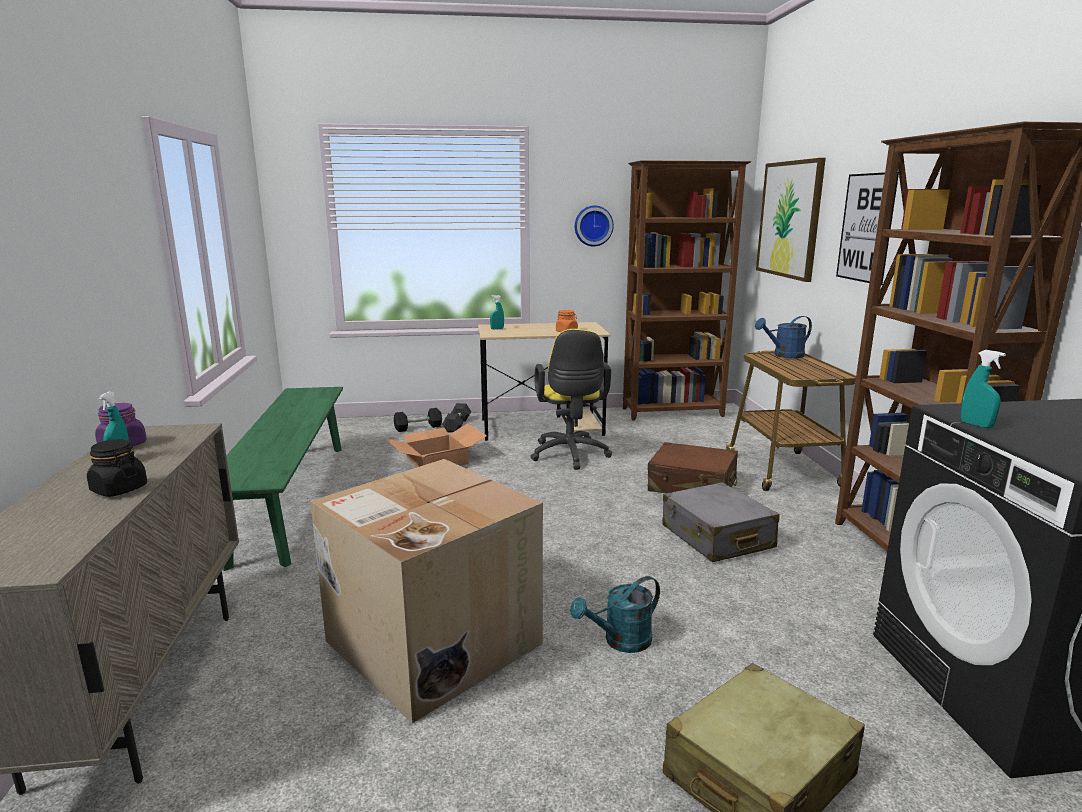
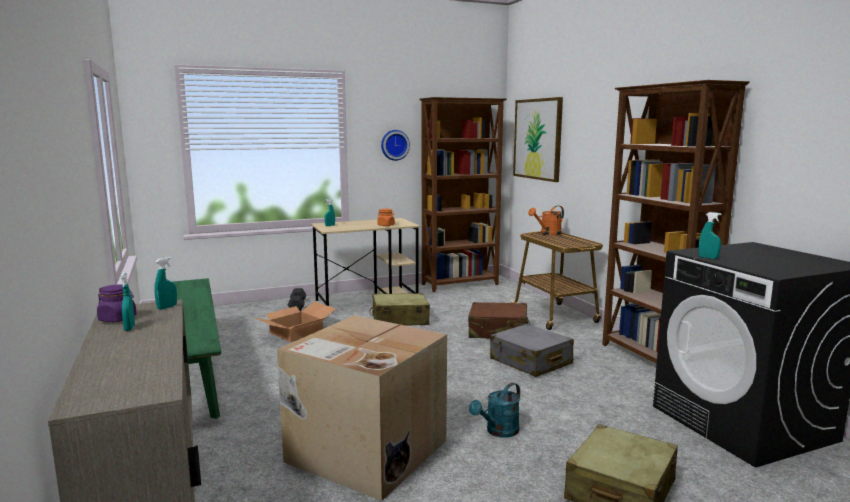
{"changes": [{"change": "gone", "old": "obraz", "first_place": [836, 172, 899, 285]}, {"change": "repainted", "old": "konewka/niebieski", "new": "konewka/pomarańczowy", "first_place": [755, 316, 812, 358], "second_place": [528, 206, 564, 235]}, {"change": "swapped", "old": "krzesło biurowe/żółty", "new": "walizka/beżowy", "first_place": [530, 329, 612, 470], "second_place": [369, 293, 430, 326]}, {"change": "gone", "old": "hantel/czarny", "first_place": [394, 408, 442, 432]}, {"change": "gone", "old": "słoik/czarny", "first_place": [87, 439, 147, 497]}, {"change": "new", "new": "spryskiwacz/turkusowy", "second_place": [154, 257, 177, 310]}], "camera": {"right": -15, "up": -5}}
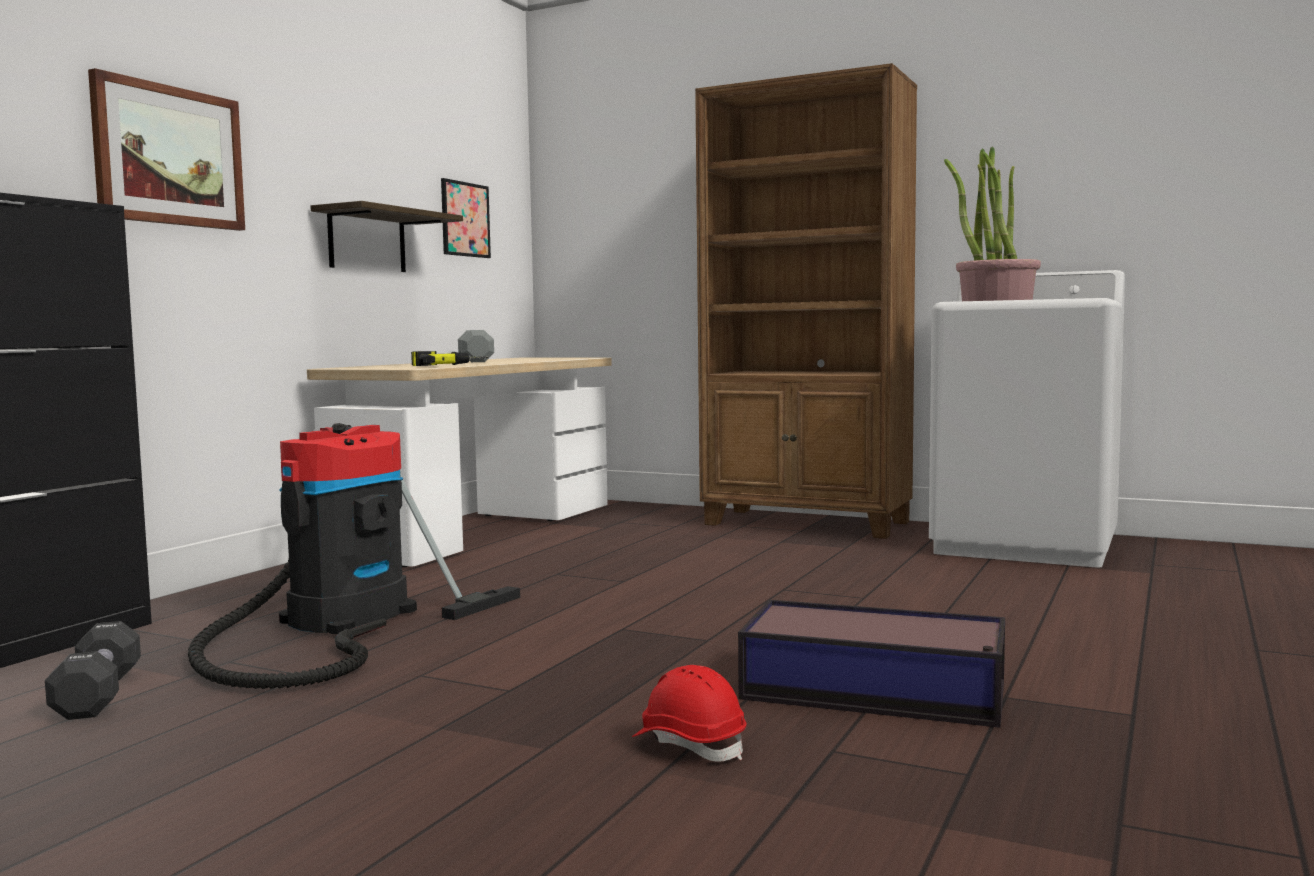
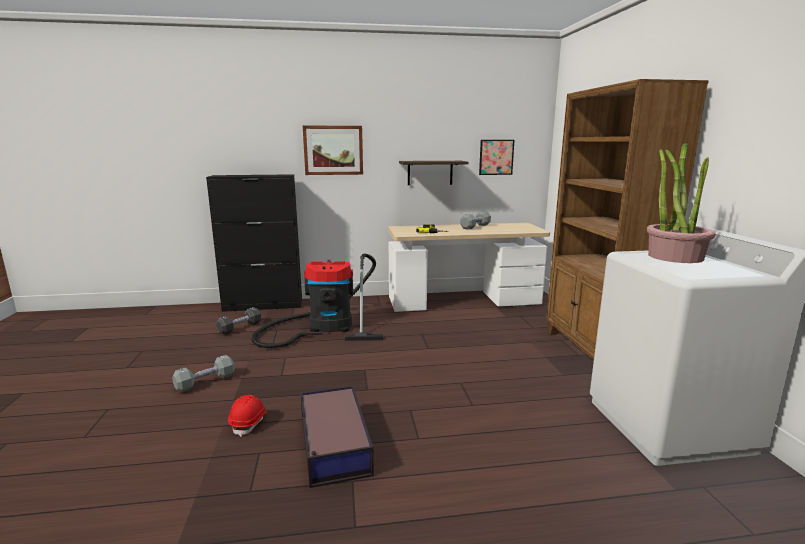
{"changes": [{"change": "new", "new": "hantel/szary", "second_place": [172, 355, 235, 393]}], "camera": {"right": 55, "up": 10}}
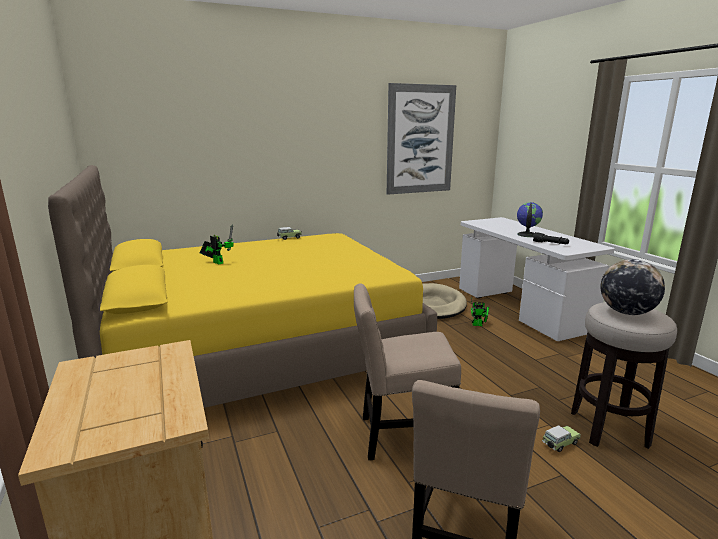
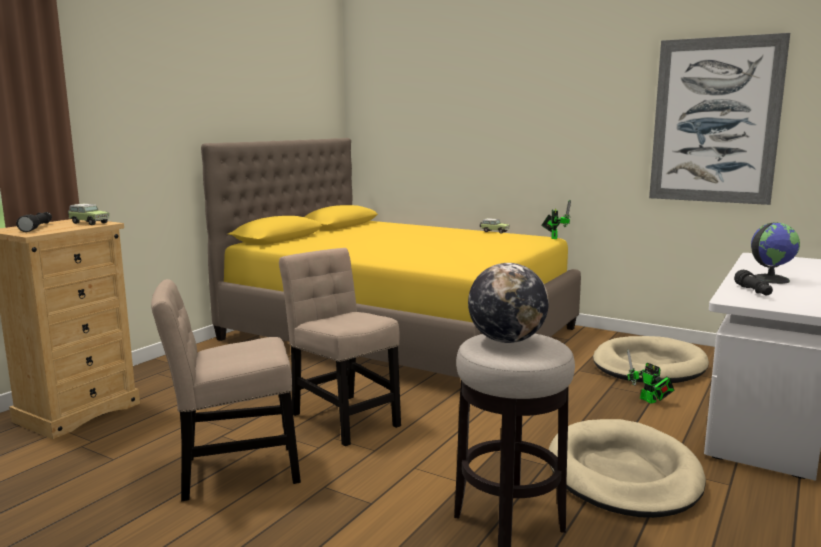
{"changes": [{"change": "shifted", "old": "robot zabawkowy", "first_place": [200, 225, 234, 265], "second_place": [541, 200, 571, 239]}, {"change": "shifted", "old": "samochodzik", "first_place": [542, 425, 581, 452], "second_place": [68, 204, 110, 225]}, {"change": "new", "new": "latarka/czarny", "second_place": [16, 212, 52, 232]}, {"change": "new", "new": "legowisko/beżowy", "second_place": [549, 419, 706, 518]}], "camera": {"right": 55, "up": -5}}
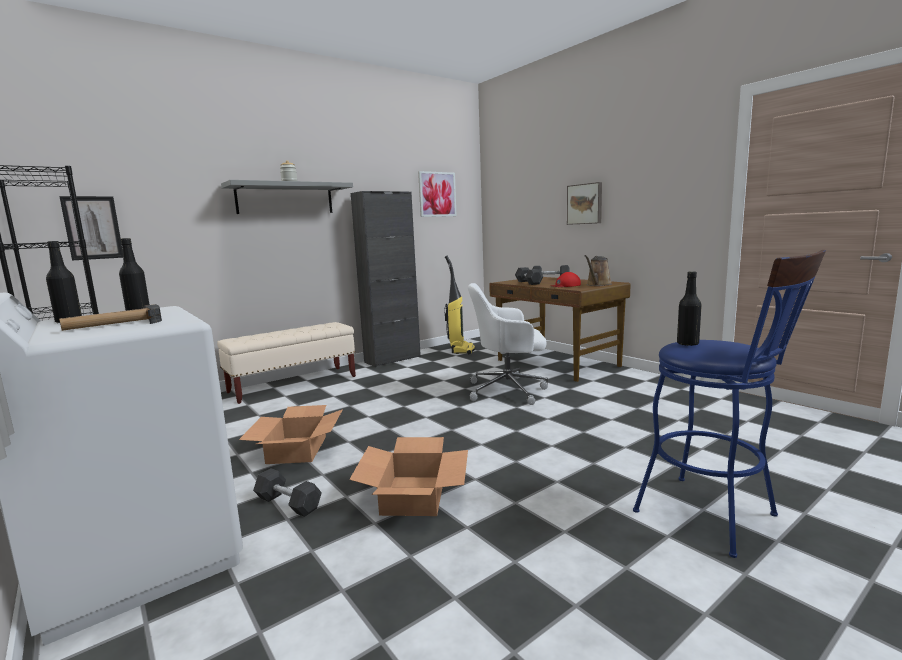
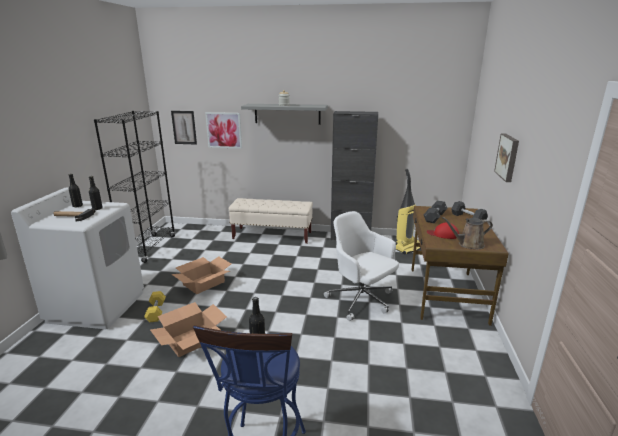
{"changes": [{"change": "shifted", "old": "obraz", "first_place": [418, 171, 457, 217], "second_place": [205, 112, 242, 149]}, {"change": "repainted", "old": "hantel/szary", "new": "hantel/żółty", "first_place": [253, 468, 322, 517], "second_place": [144, 291, 166, 322]}], "camera": {"right": 45, "up": 10}}
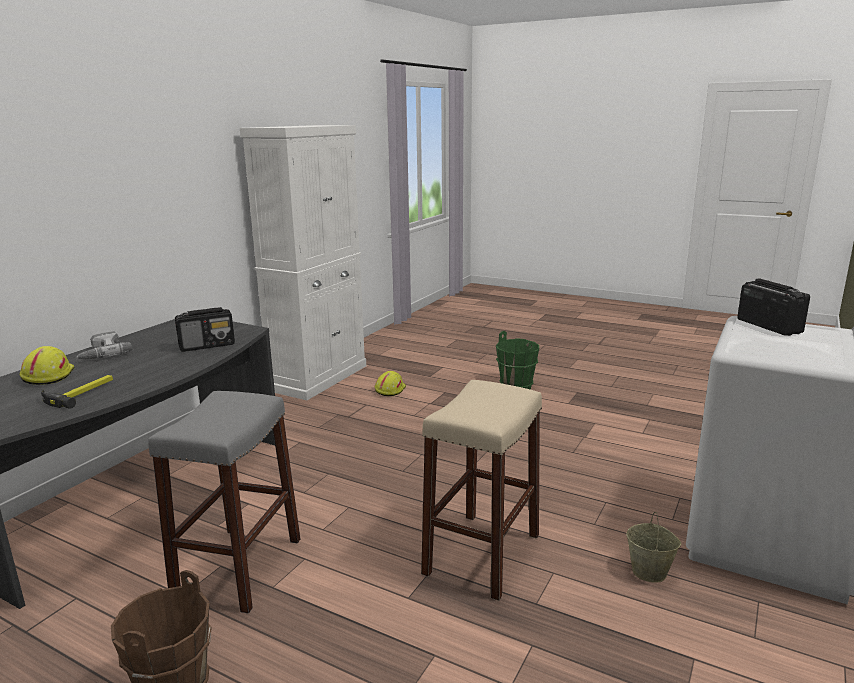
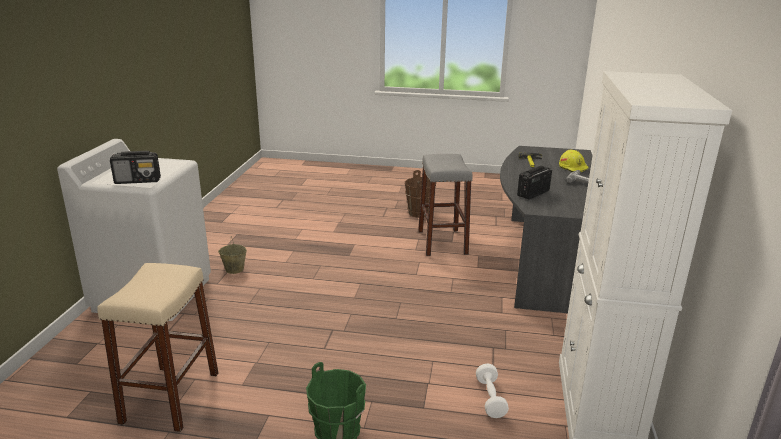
{"changes": [{"change": "rotated", "old": "radio", "first_place": [737, 278, 810, 336], "second_place": [110, 151, 161, 184], "degrees": -60}, {"change": "swapped", "old": "kask/żółty", "new": "hantel/biały", "first_place": [375, 371, 406, 396], "second_place": [476, 363, 509, 418]}, {"change": "shifted", "old": "stołek/beżowy", "first_place": [421, 380, 542, 601], "second_place": [97, 263, 218, 432]}], "camera": {"right": 160, "up": 5}}
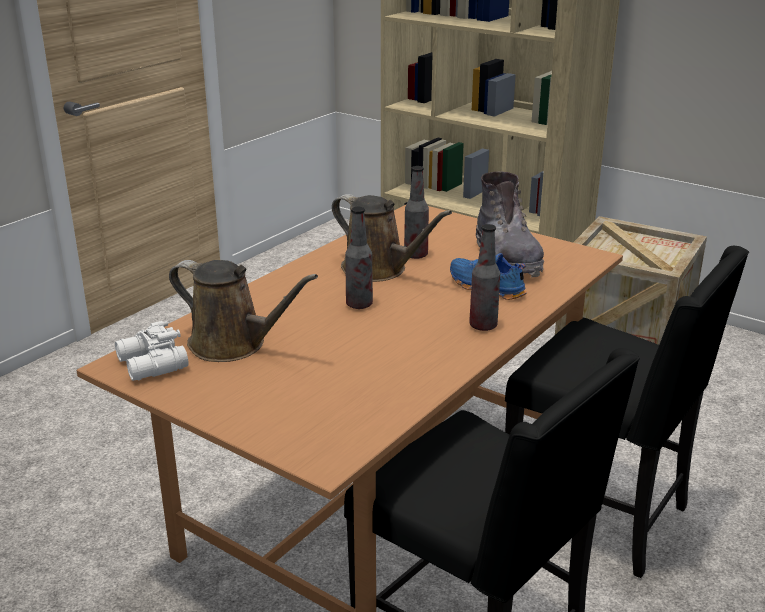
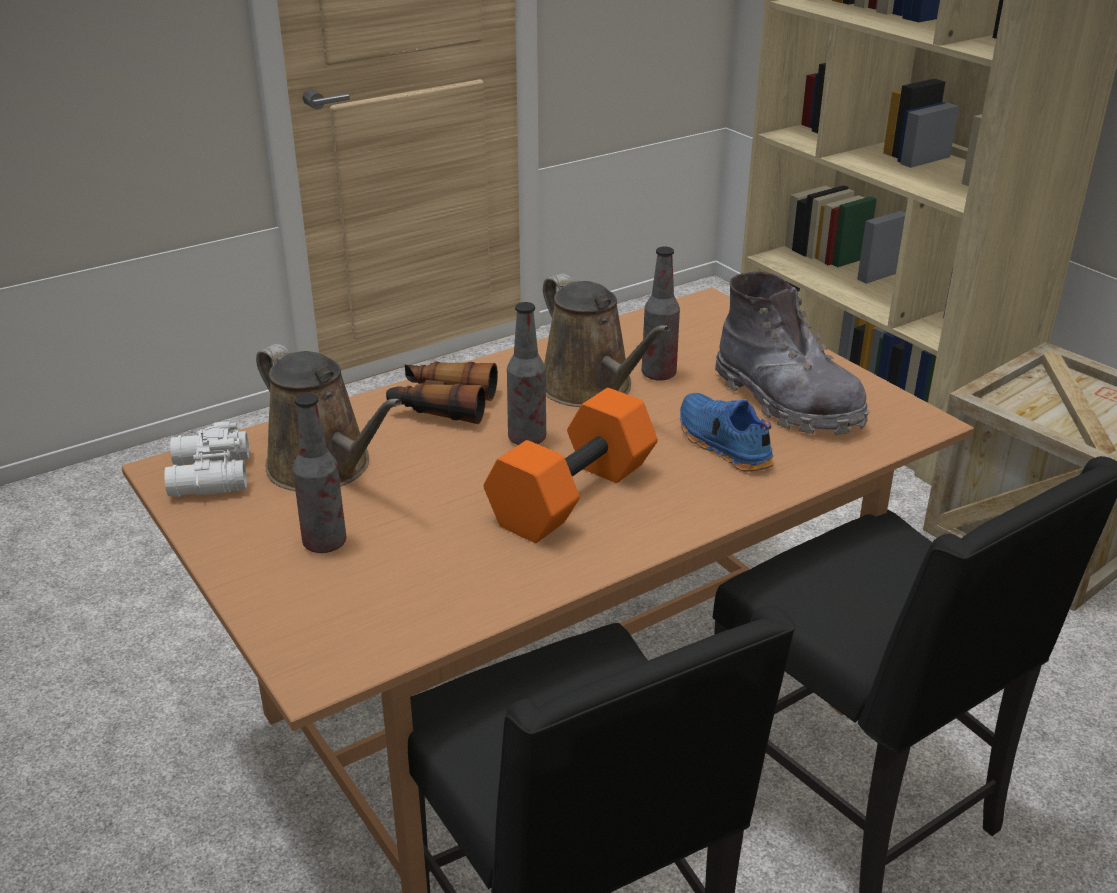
{"changes": [{"change": "rotated", "old": "but z cholewką/szary", "first_place": [476, 171, 544, 278], "second_place": [715, 271, 869, 435], "degrees": -45}, {"change": "shifted", "old": "butelka", "first_place": [469, 224, 500, 331], "second_place": [293, 393, 346, 553]}, {"change": "new", "new": "lornetka", "second_place": [386, 361, 498, 424]}, {"change": "new", "new": "hantel/pomarańczowy", "second_place": [483, 388, 658, 543]}], "camera": {"right": 20, "up": 5}}
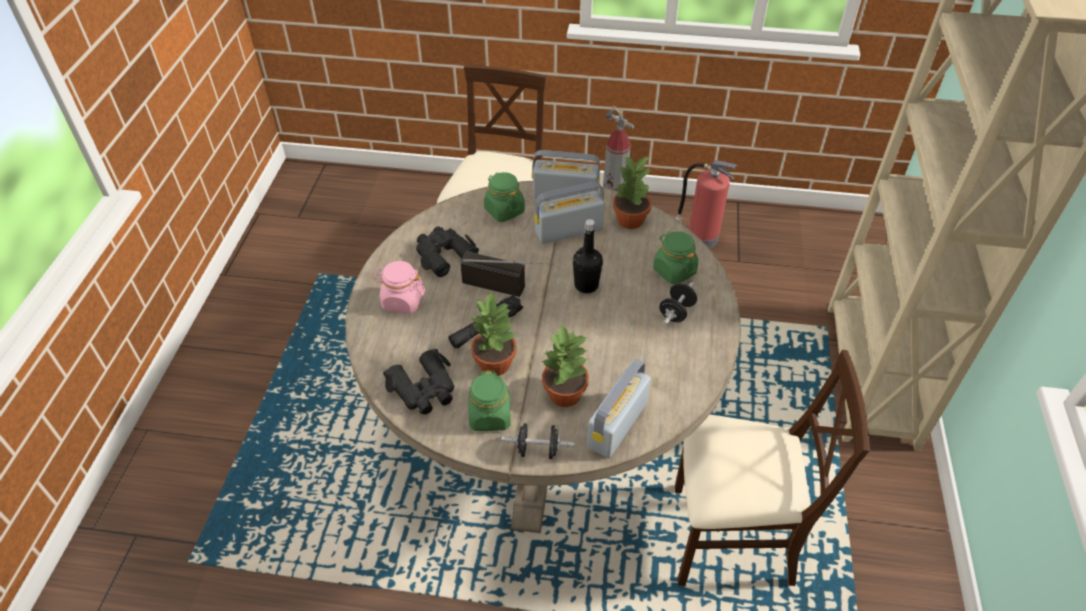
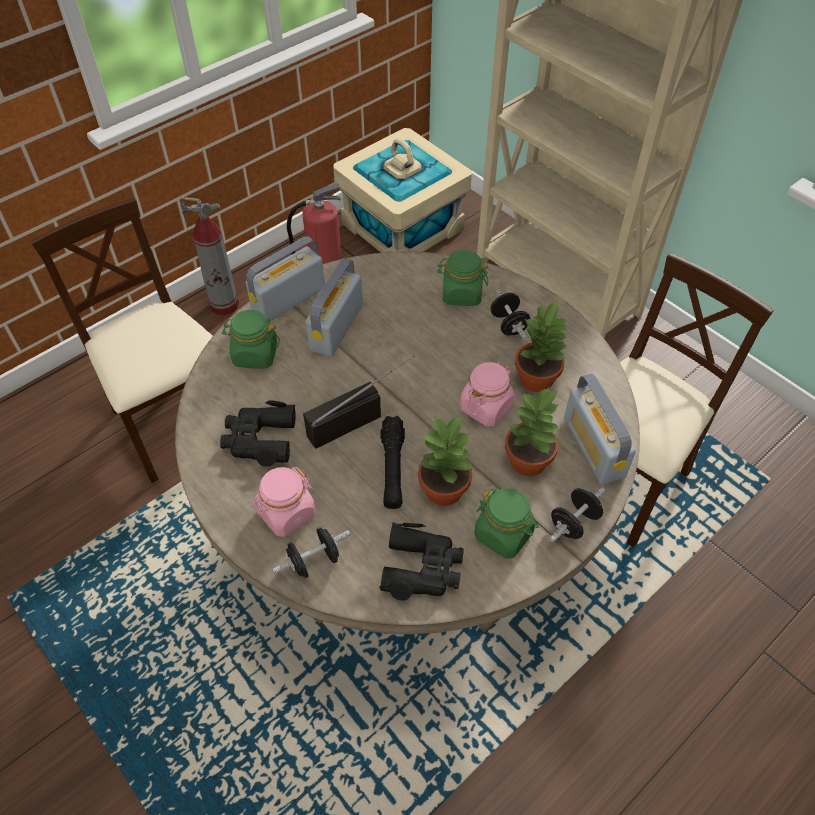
{"changes": [{"change": "shifted", "old": "roślina doniczkowa", "first_place": [613, 156, 652, 229], "second_place": [515, 301, 569, 392]}, {"change": "gone", "old": "butelka/czarny", "first_place": [573, 219, 603, 293]}, {"change": "new", "new": "pojemnik do przechowywania/beżowy", "second_place": [333, 128, 472, 253]}, {"change": "new", "new": "słoik/różowy", "second_place": [460, 362, 515, 427]}, {"change": "new", "new": "hantel/czarny", "second_place": [272, 527, 351, 578]}], "camera": {"right": -50, "up": 5}}
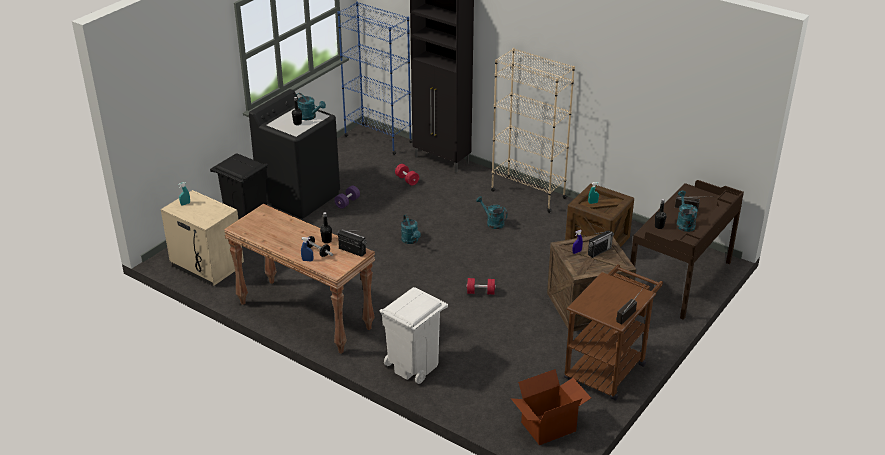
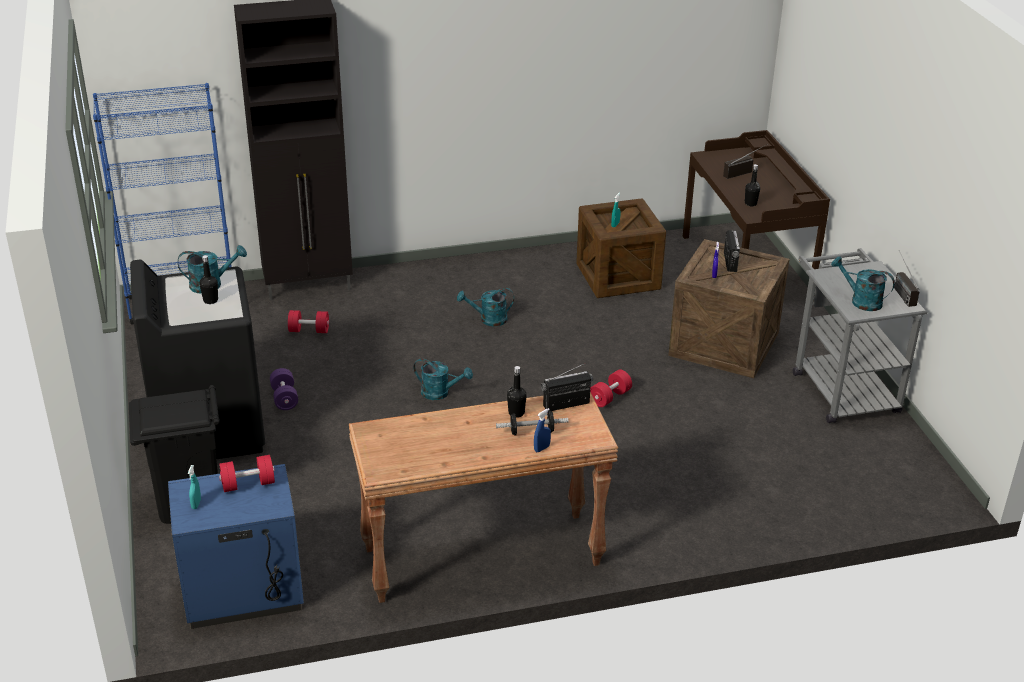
{"changes": [{"change": "gone", "old": "regał/beżowy", "first_place": [491, 48, 575, 213]}, {"change": "repainted", "old": "szafka nocna/beżowy", "new": "szafka nocna/niebieski", "first_place": [161, 190, 244, 286], "second_place": [168, 464, 304, 629]}, {"change": "shifted", "old": "konewka/turkusowy", "first_place": [676, 191, 698, 232], "second_place": [831, 256, 895, 311]}, {"change": "repainted", "old": "wózek/brązowy", "new": "wózek/szary", "first_place": [564, 264, 663, 401], "second_place": [793, 248, 927, 423]}, {"change": "gone", "old": "kosz na śmieci/biały", "first_place": [380, 287, 448, 384]}, {"change": "gone", "old": "karton", "first_place": [511, 369, 591, 445]}, {"change": "new", "new": "hantel/czerwony", "second_place": [219, 455, 275, 492]}], "camera": {"right": -50, "up": 0}}
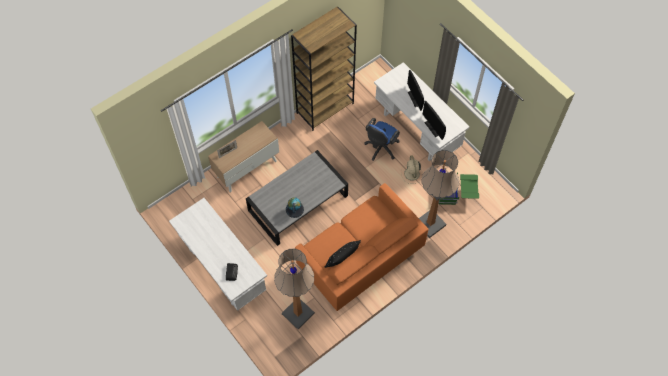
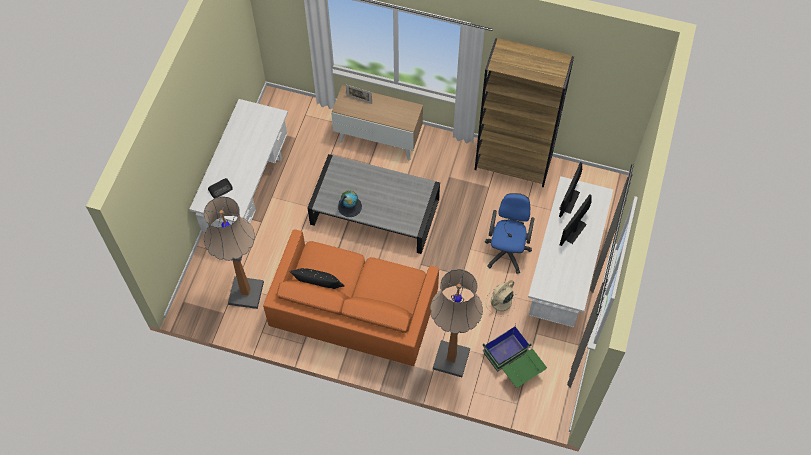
{"changes": [{"change": "shifted", "old": "monitor", "first_place": [423, 101, 446, 140], "second_place": [559, 162, 582, 218]}, {"change": "rotated", "old": "krzesło biurowe/niebieski", "first_place": [364, 118, 400, 161], "second_place": [485, 193, 535, 274], "degrees": 105}], "camera": {"right": 55, "up": 0}}
